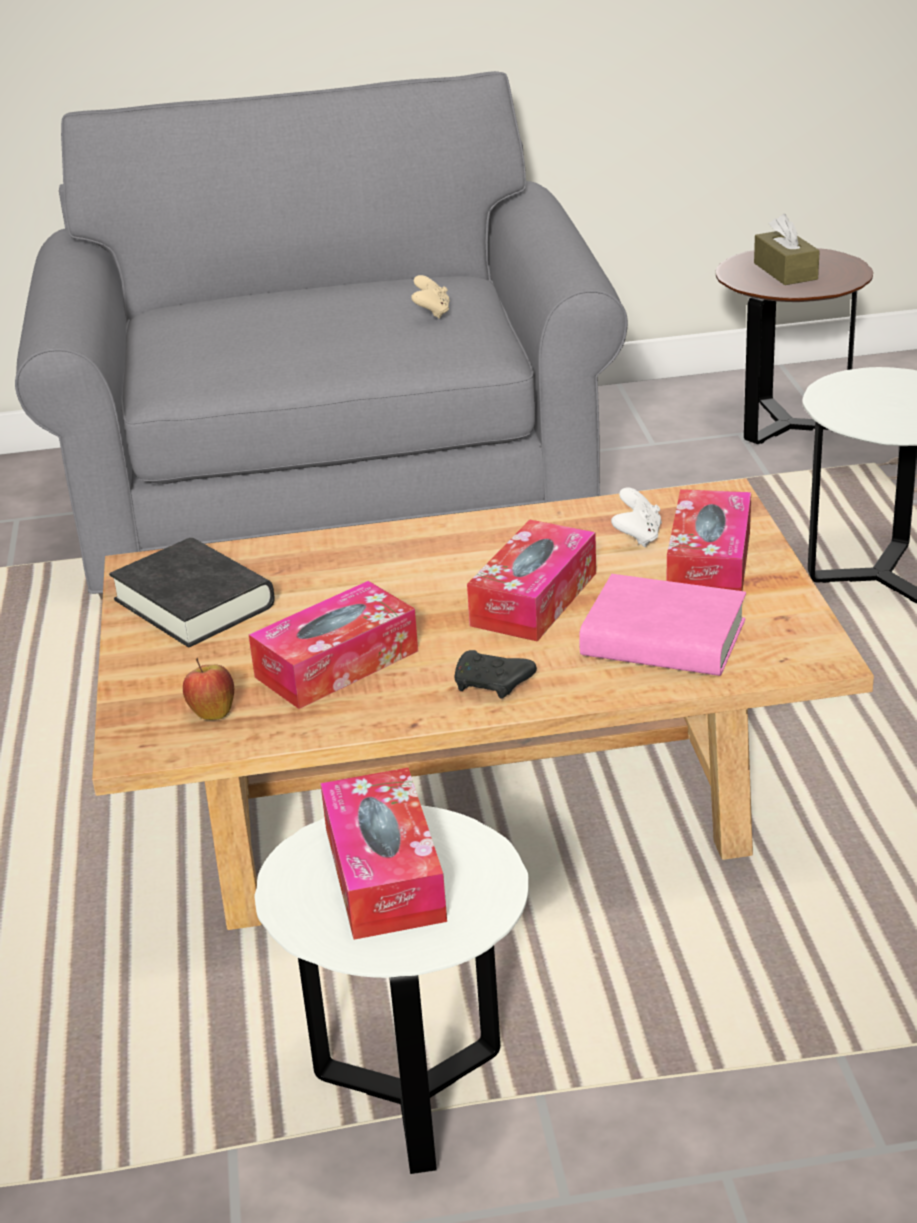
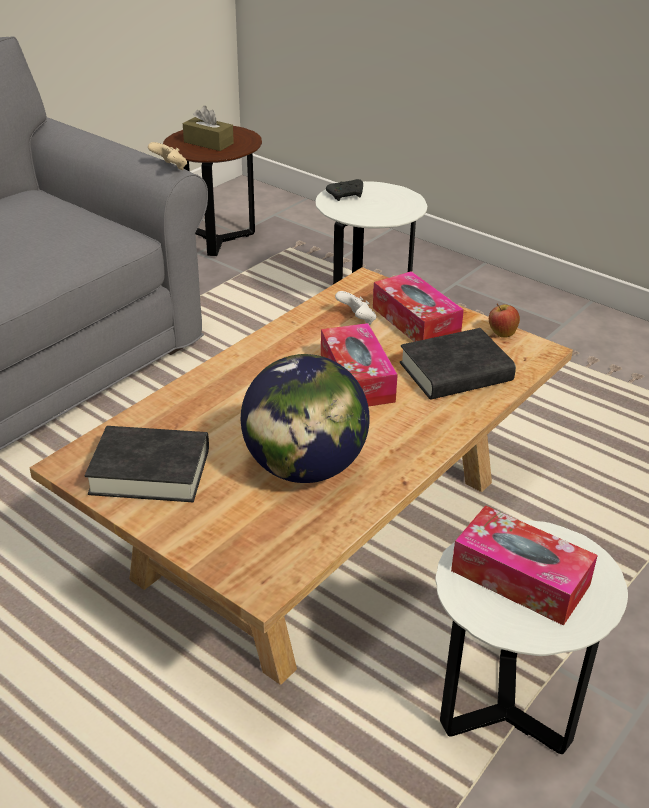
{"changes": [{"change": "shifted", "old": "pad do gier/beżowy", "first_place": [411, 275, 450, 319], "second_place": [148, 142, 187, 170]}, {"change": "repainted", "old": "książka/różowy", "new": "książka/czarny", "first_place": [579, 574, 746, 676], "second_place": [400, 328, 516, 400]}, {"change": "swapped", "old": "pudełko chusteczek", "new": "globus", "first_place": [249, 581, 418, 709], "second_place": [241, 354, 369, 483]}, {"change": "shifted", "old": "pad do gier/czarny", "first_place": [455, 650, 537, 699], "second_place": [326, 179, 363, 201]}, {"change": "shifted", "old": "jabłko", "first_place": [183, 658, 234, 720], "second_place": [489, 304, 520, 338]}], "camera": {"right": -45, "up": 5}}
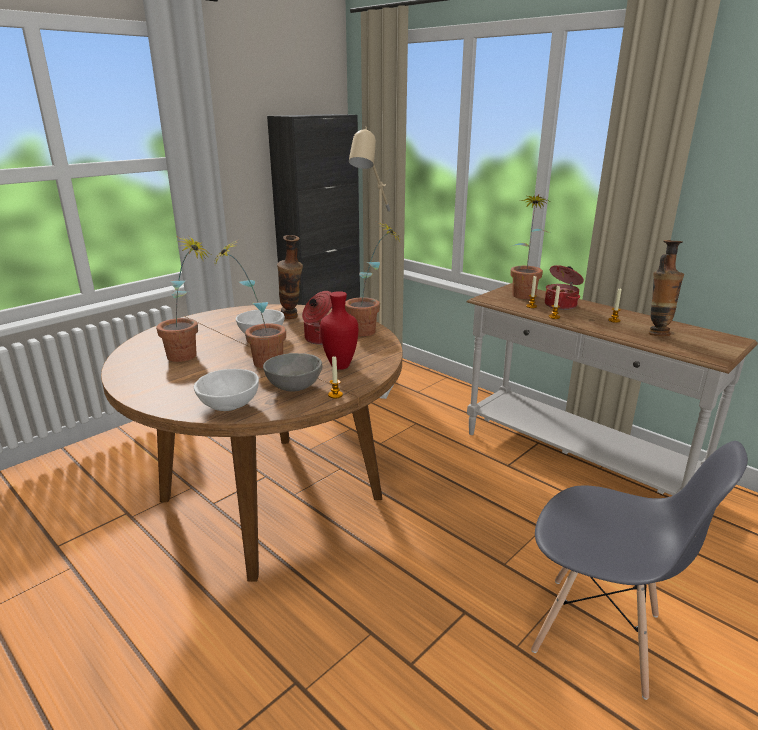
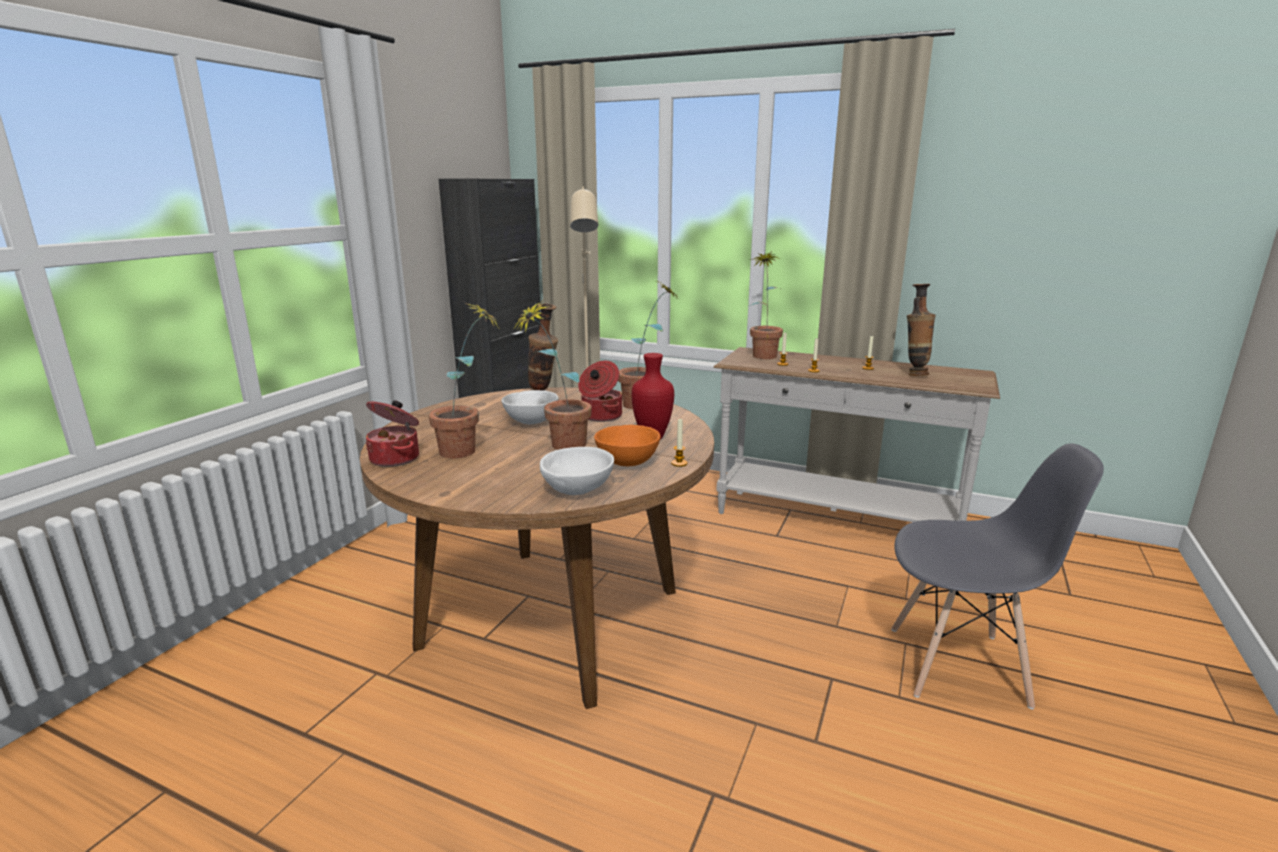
{"changes": [{"change": "shifted", "old": "garnek", "first_place": [545, 265, 584, 310], "second_place": [366, 400, 419, 467]}, {"change": "repainted", "old": "miska/szary", "new": "miska/pomarańczowy", "first_place": [263, 353, 322, 391], "second_place": [594, 425, 660, 466]}], "camera": {"right": -20, "up": -5}}
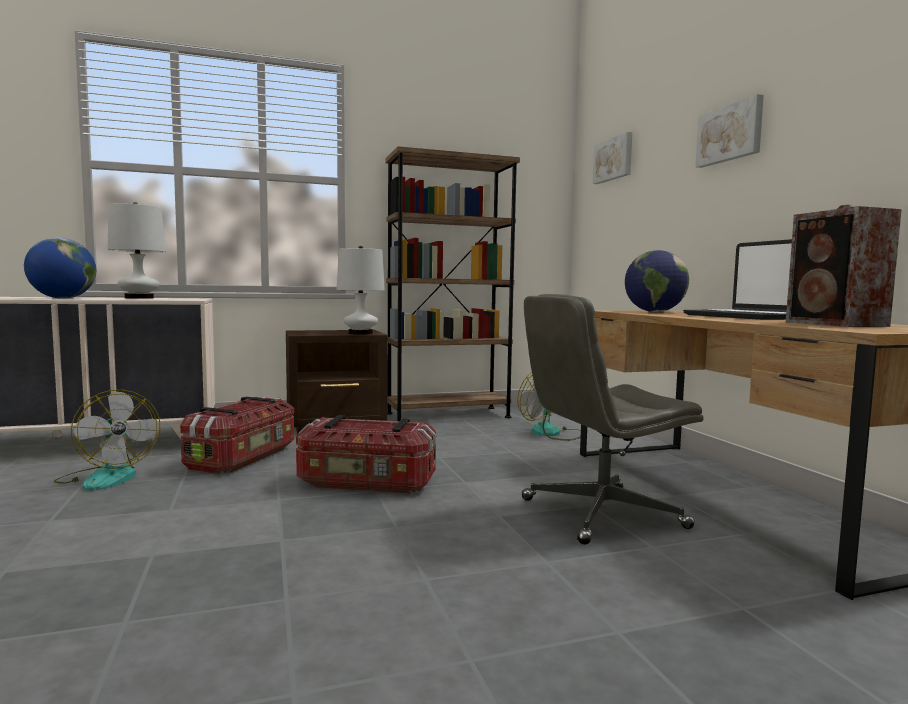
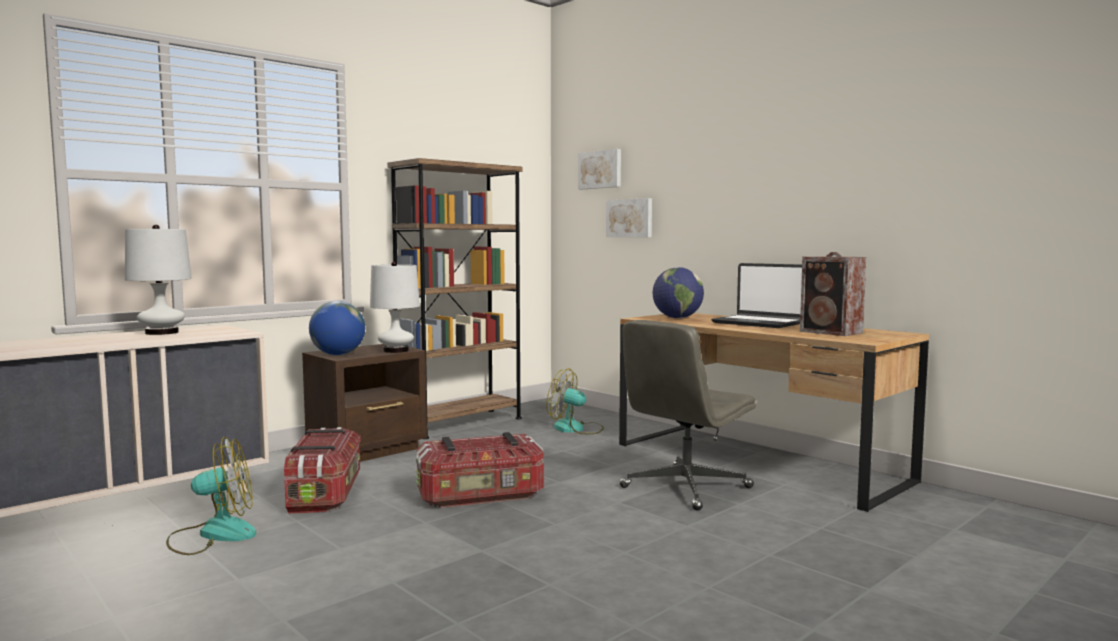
{"changes": [{"change": "shifted", "old": "obraz", "first_place": [695, 94, 764, 168], "second_place": [606, 198, 652, 237]}, {"change": "shifted", "old": "globus", "first_place": [24, 238, 96, 299], "second_place": [309, 301, 365, 355]}, {"change": "rotated", "old": "wentylator", "first_place": [54, 390, 160, 491], "second_place": [166, 437, 256, 555], "degrees": -45}], "camera": {"right": -25, "up": 0}}
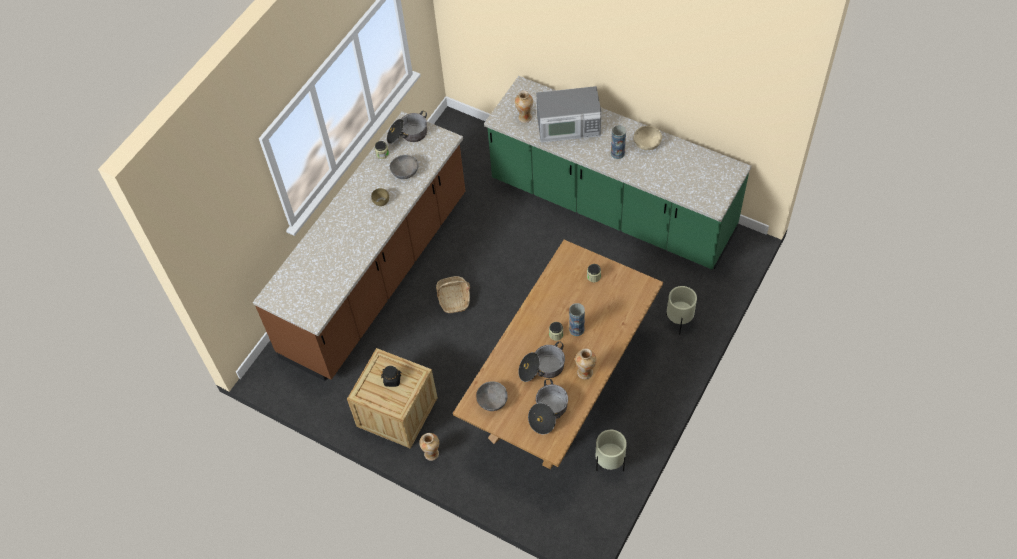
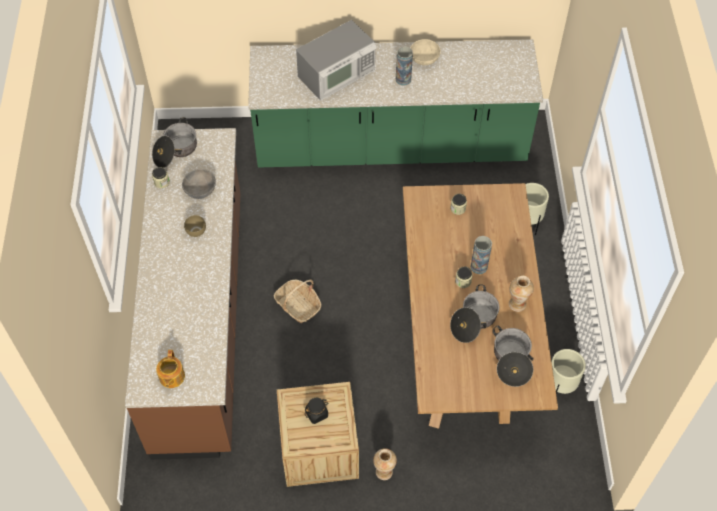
{"changes": [{"change": "gone", "old": "wazon", "first_place": [515, 91, 533, 123]}, {"change": "gone", "old": "miska/szary", "first_place": [476, 381, 508, 411]}, {"change": "new", "new": "imbryk", "second_place": [156, 350, 185, 388]}], "camera": {"right": -35, "up": 0}}
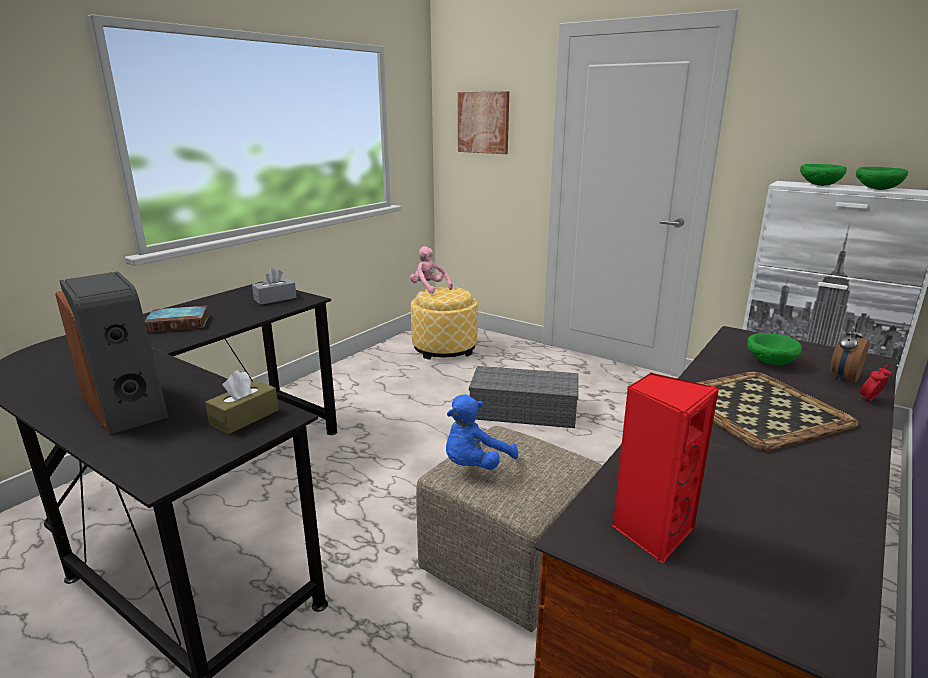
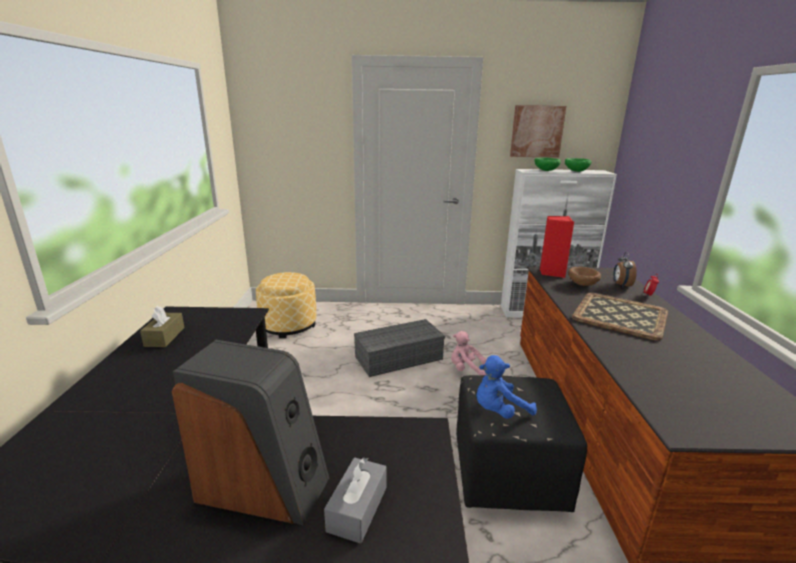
{"changes": [{"change": "shifted", "old": "obraz", "first_place": [458, 91, 509, 154], "second_place": [510, 105, 566, 158]}, {"change": "shifted", "old": "pluszak/różowy", "first_place": [410, 246, 453, 294], "second_place": [451, 331, 487, 375]}, {"change": "shifted", "old": "pudełko chusteczek/szary", "first_place": [252, 268, 297, 305], "second_place": [324, 457, 387, 544]}, {"change": "gone", "old": "książka", "first_place": [145, 306, 209, 333]}, {"change": "repainted", "old": "miska/zielony", "new": "miska/brązowy", "first_place": [747, 333, 802, 365], "second_place": [568, 267, 601, 286]}, {"change": "shifted", "old": "pudełko chusteczek/brązowy", "first_place": [205, 370, 279, 434], "second_place": [140, 305, 184, 347]}, {"change": "shifted", "old": "głośnik/czerwony", "first_place": [612, 372, 719, 563], "second_place": [540, 216, 574, 278]}, {"change": "rotated", "old": "pluszak/niebieski", "first_place": [446, 394, 518, 470], "second_place": [476, 355, 537, 419], "degrees": 60}, {"change": "repainted", "old": "pufa/beżowy", "new": "pufa/czarny", "first_place": [416, 426, 602, 632], "second_place": [456, 375, 587, 512]}], "camera": {"right": -35, "up": 0}}
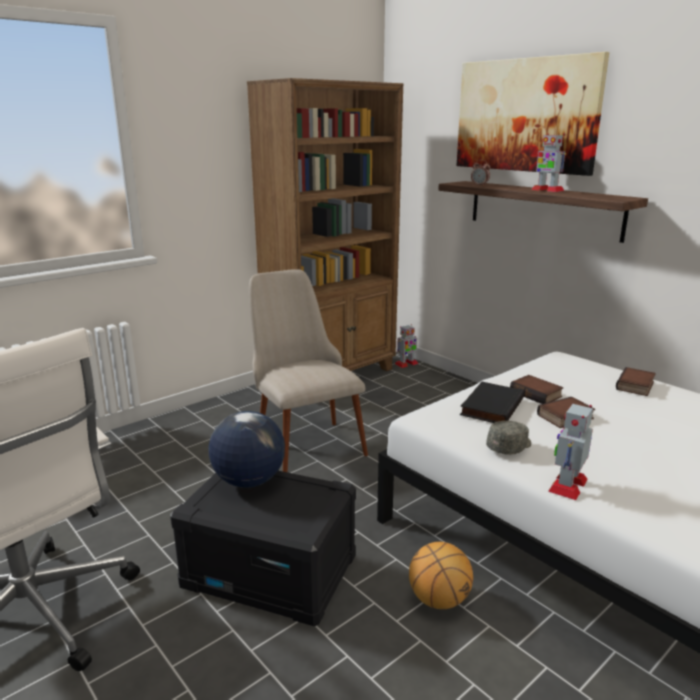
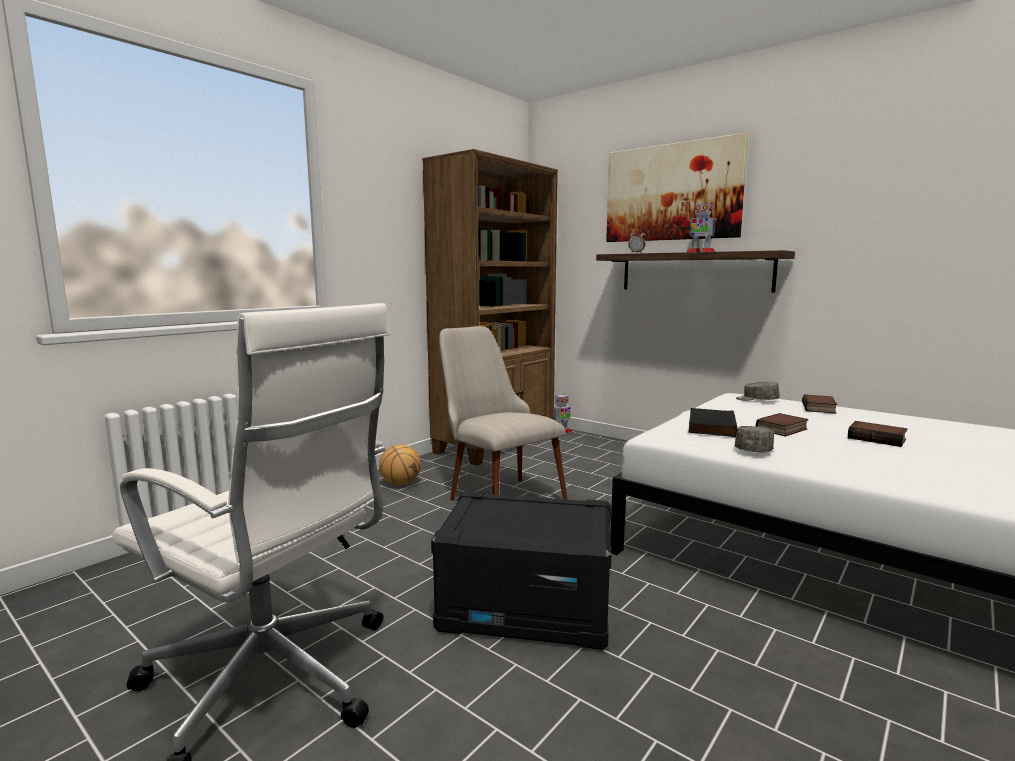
{"changes": [{"change": "shifted", "old": "książka", "first_place": [510, 375, 563, 404], "second_place": [848, 421, 907, 447]}, {"change": "gone", "old": "robot zabawkowy", "first_place": [548, 404, 593, 500]}, {"change": "gone", "old": "globus", "first_place": [208, 411, 285, 488]}, {"change": "shifted", "old": "piłka do koszykówki", "first_place": [409, 542, 473, 609], "second_place": [379, 444, 421, 486]}, {"change": "new", "new": "czapka z daszkiem/szary", "second_place": [736, 382, 779, 401]}], "camera": {"right": -10, "up": -10}}
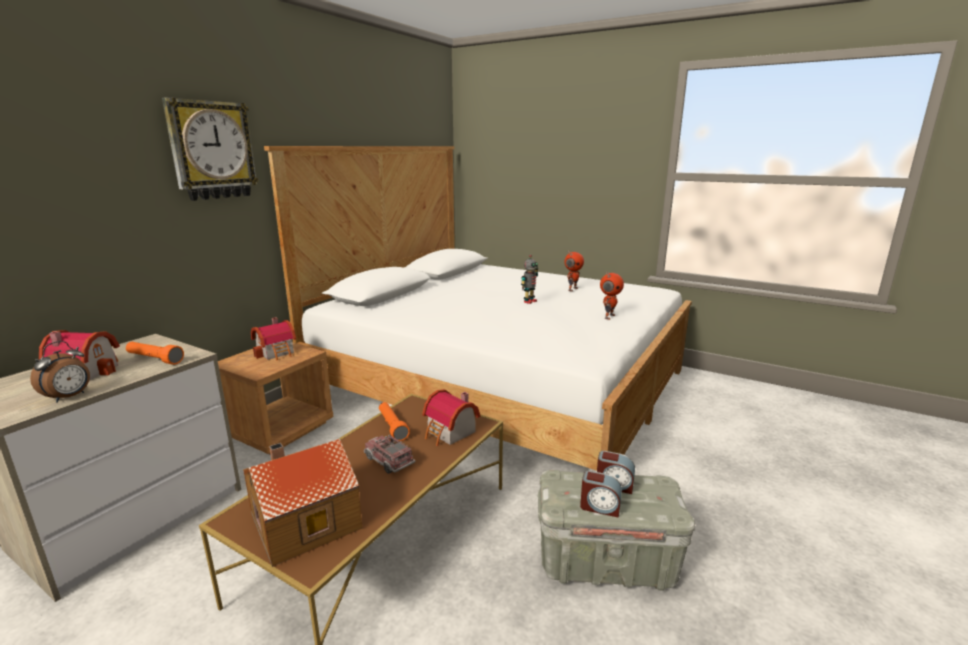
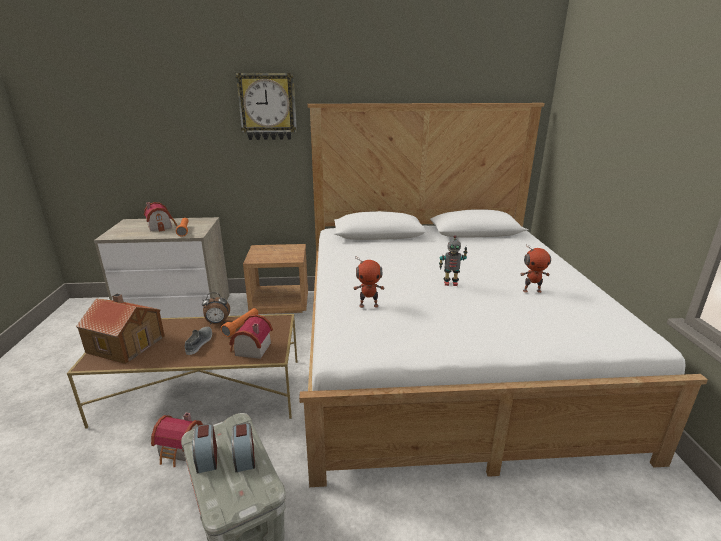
{"changes": [{"change": "shifted", "old": "robot zabawkowy", "first_place": [600, 272, 624, 320], "second_place": [353, 257, 385, 308]}, {"change": "shifted", "old": "domek", "first_place": [251, 317, 296, 360], "second_place": [151, 413, 203, 467]}, {"change": "shifted", "old": "budzik", "first_place": [30, 341, 90, 403], "second_place": [202, 292, 230, 324]}, {"change": "swapped", "old": "ciężarówka zabawkowa", "new": "but/szary", "first_place": [364, 435, 416, 474], "second_place": [185, 327, 212, 355]}], "camera": {"right": 55, "up": 5}}
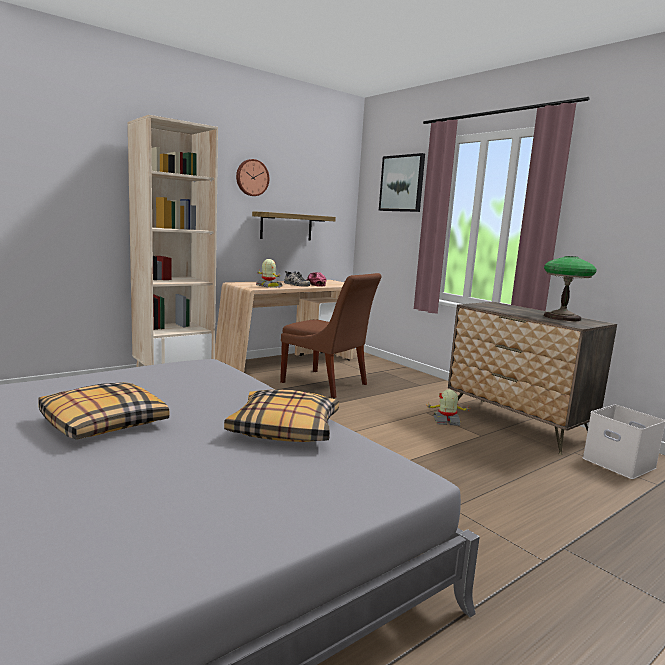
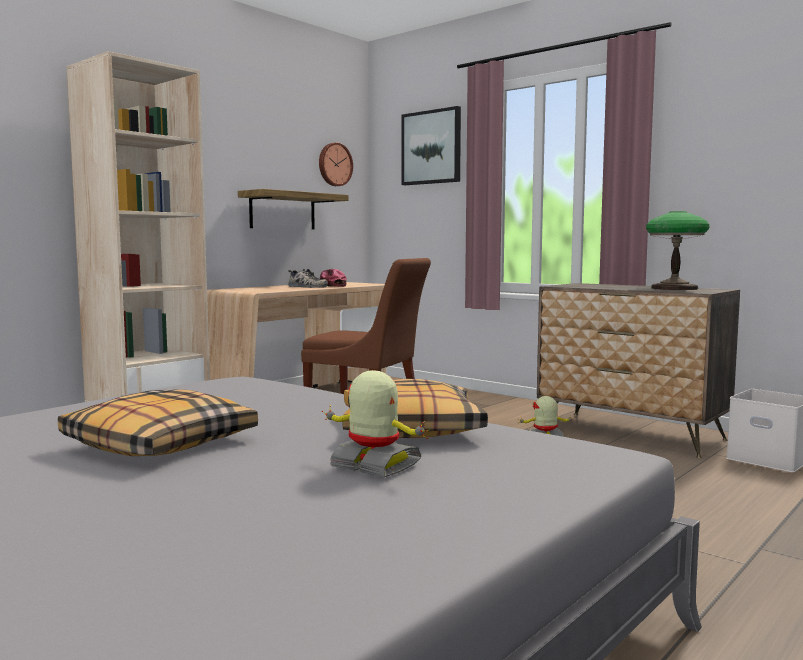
{"changes": [{"change": "shifted", "old": "zegar ścienny", "first_place": [236, 159, 269, 196], "second_place": [319, 143, 353, 186]}, {"change": "shifted", "old": "robot zabawkowy", "first_place": [256, 259, 283, 288], "second_place": [322, 370, 430, 477]}], "camera": {"right": -10, "up": -5}}
